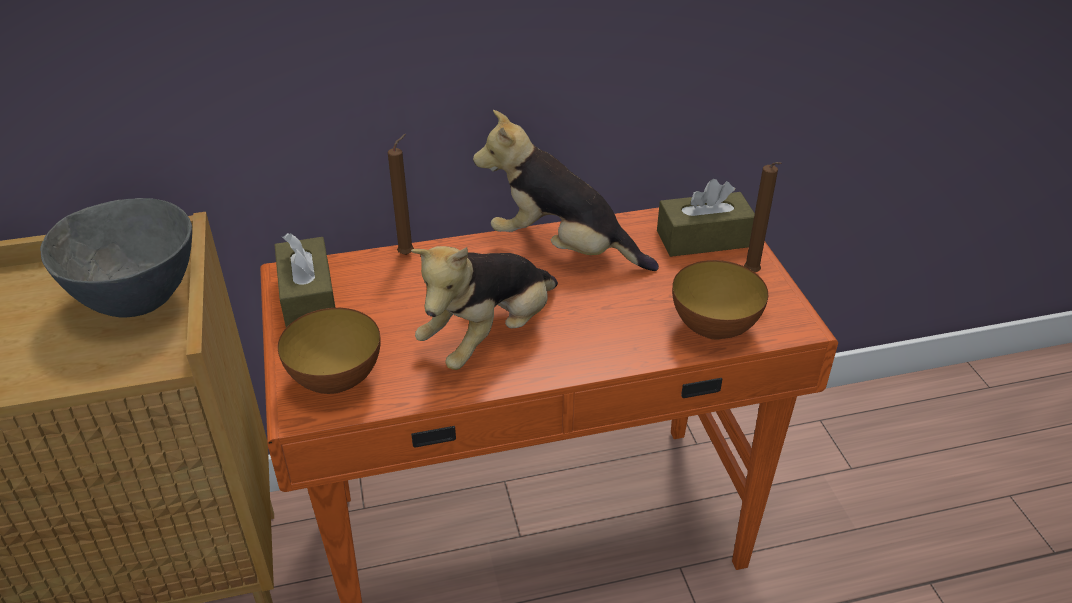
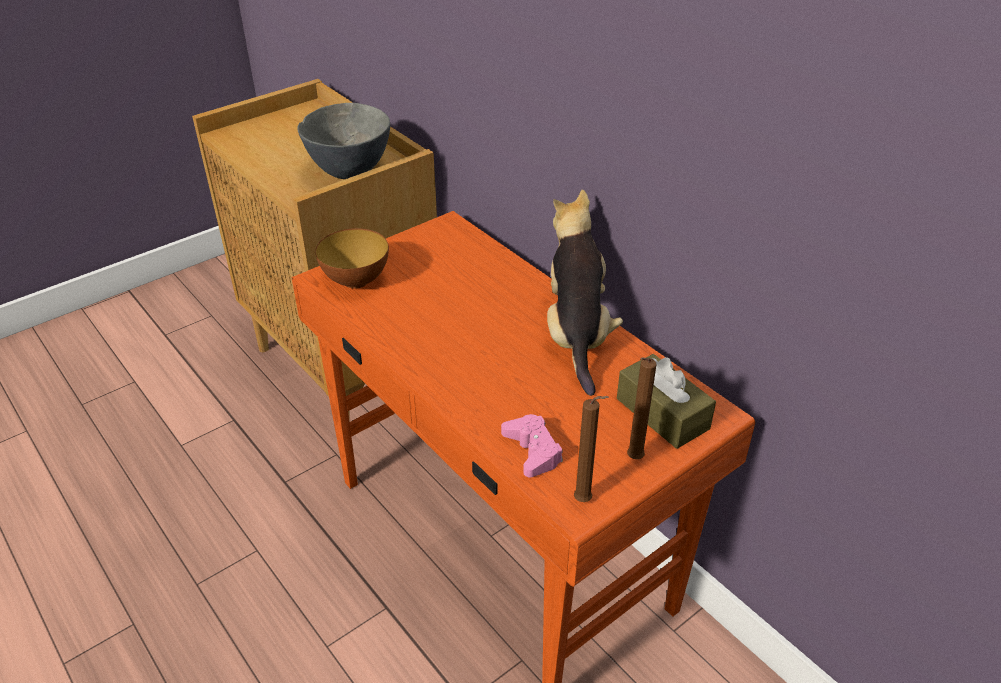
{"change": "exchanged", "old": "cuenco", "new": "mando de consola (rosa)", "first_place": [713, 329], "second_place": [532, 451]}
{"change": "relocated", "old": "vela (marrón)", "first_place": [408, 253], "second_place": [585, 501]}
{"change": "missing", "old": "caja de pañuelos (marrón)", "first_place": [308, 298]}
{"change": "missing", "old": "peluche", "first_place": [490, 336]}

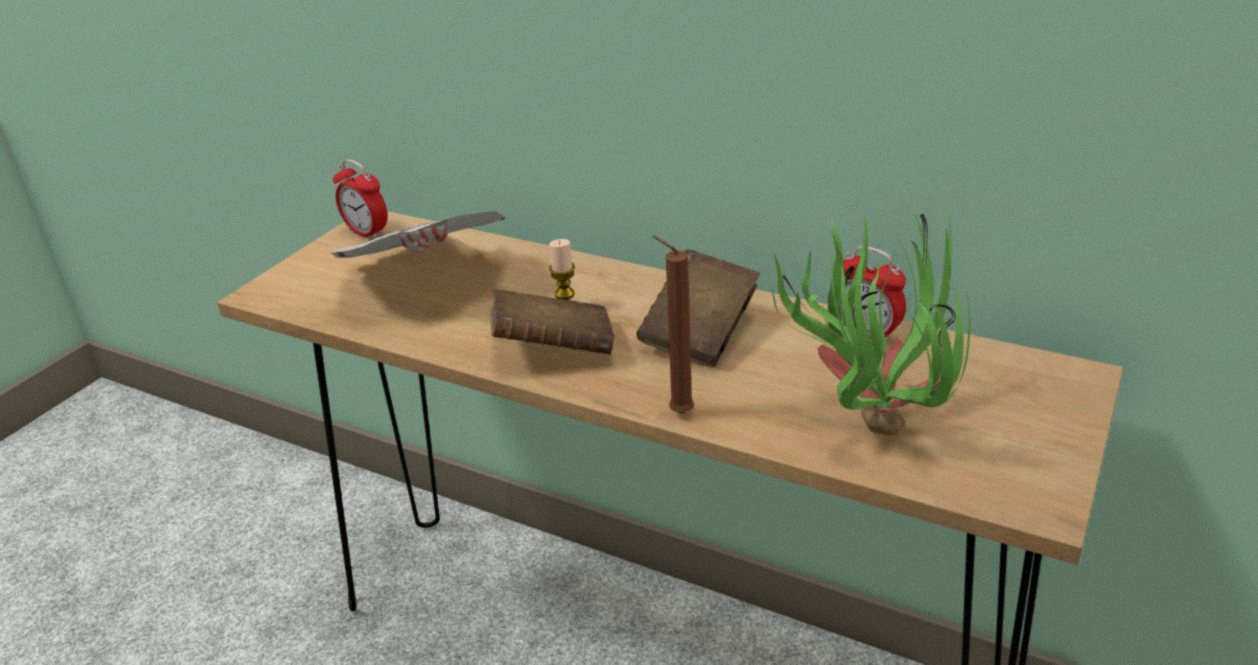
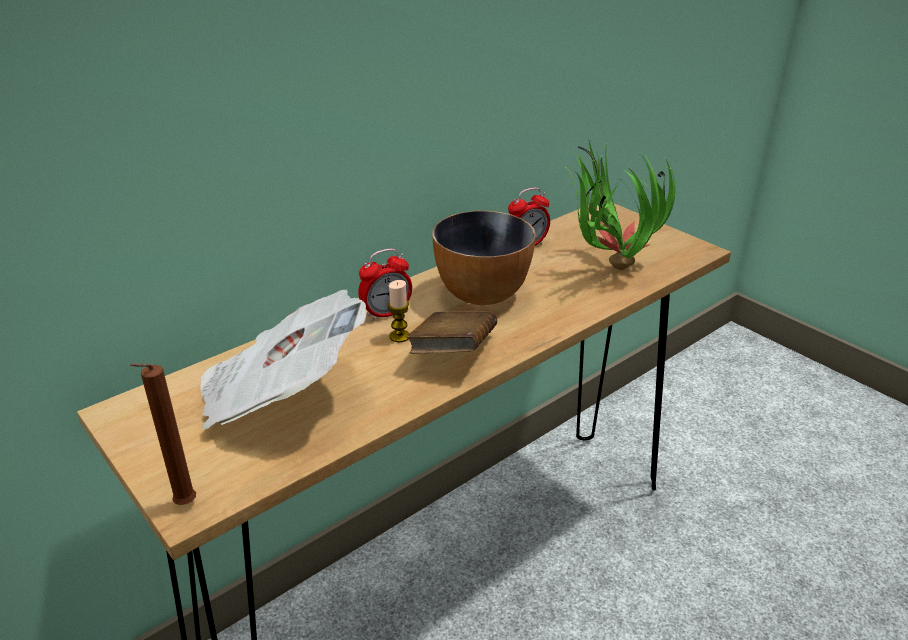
{"change": "relocated", "old": "vela (marrón)", "first_place": [677, 413], "second_place": [183, 506]}
{"change": "relocated", "old": "despertador", "first_place": [367, 233], "second_place": [386, 313]}
{"change": "exchanged", "old": "libro (marrón)", "new": "cuenco", "first_place": [700, 334], "second_place": [481, 294]}

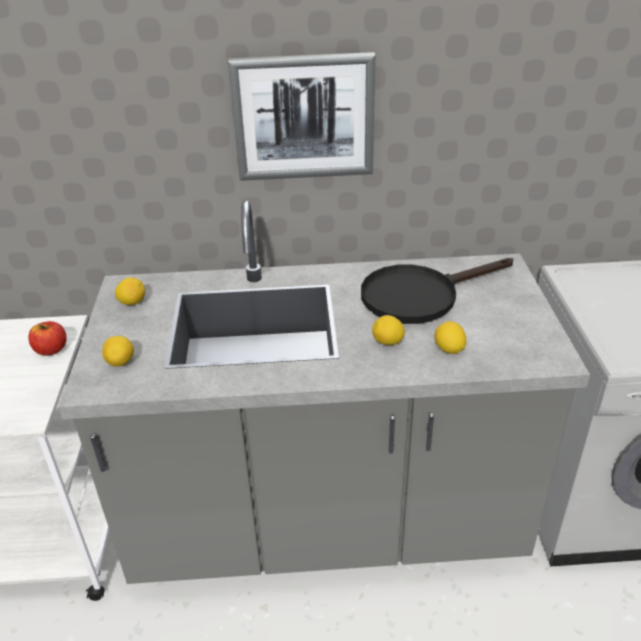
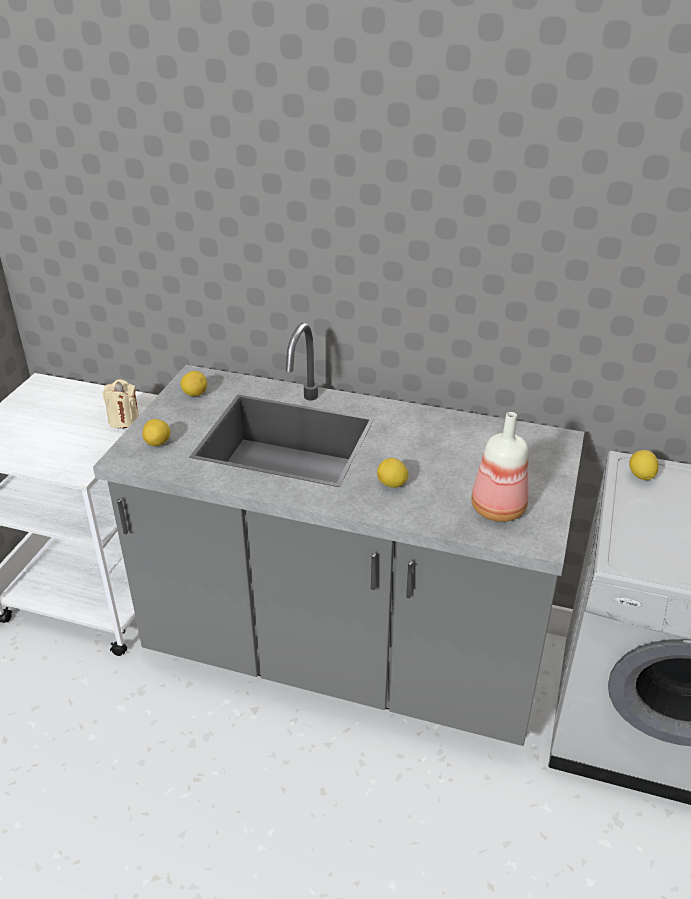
{"change": "exchanged", "old": "manzana", "new": "vela (beis)", "first_place": [51, 350], "second_place": [124, 420]}
{"change": "appeared", "new": "botella", "second_place": [496, 509]}
{"change": "relocated", "old": "limón", "first_place": [449, 350], "second_place": [641, 476]}
{"change": "missing", "old": "cuadro", "first_place": [303, 117]}
{"change": "missing", "old": "sartén (negro)", "first_place": [420, 295]}

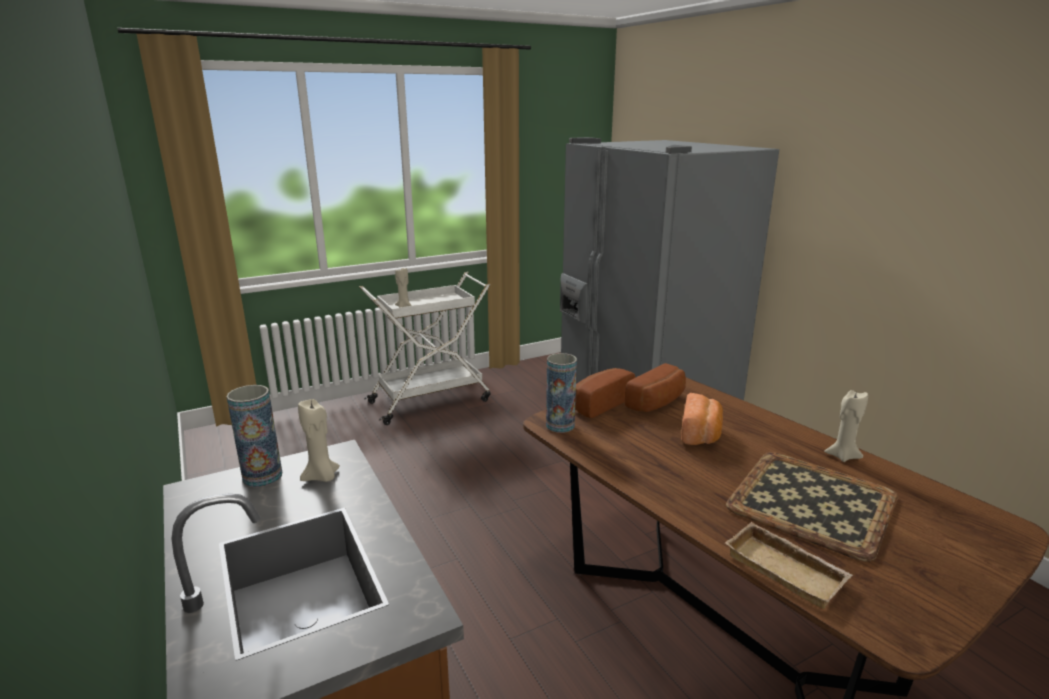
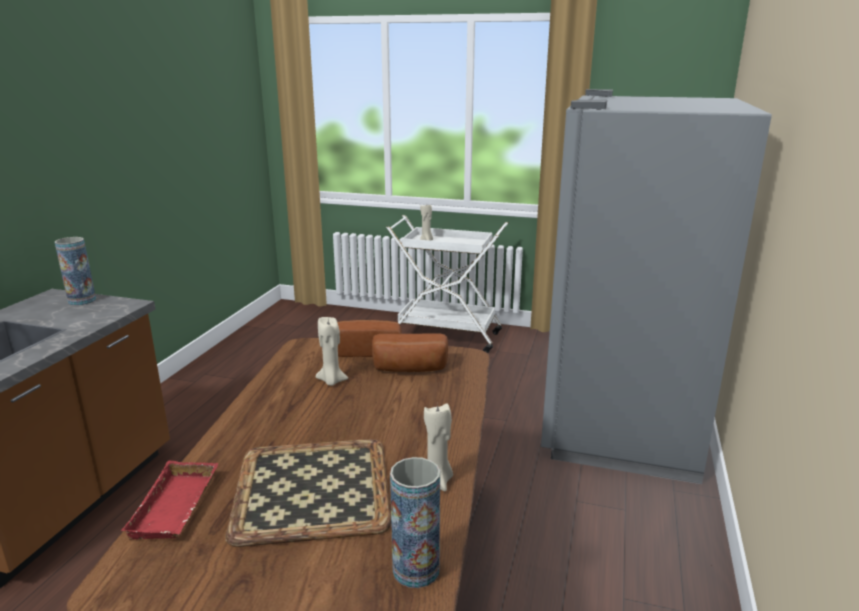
{"change": "colour", "old": "bandeja (beis)", "new": "bandeja (rojo)", "first_place": [787, 569], "second_place": [177, 507]}
{"change": "relocated", "old": "vela (beis)", "first_place": [322, 477], "second_place": [331, 381]}
{"change": "relocated", "old": "florero", "first_place": [560, 425], "second_place": [416, 570]}
{"change": "missing", "old": "pan", "first_place": [701, 434]}

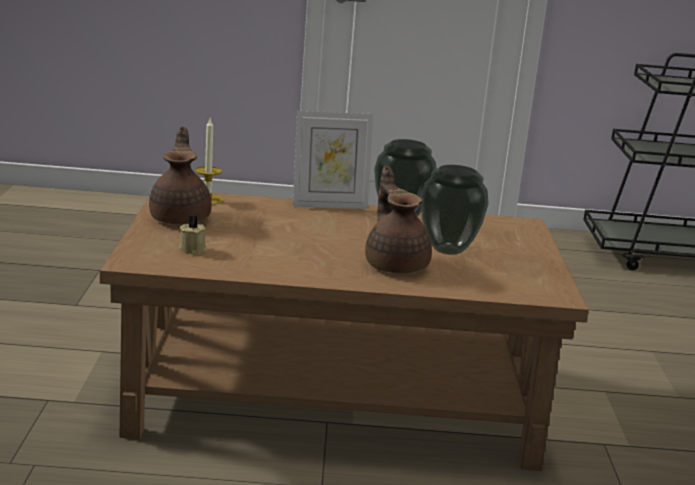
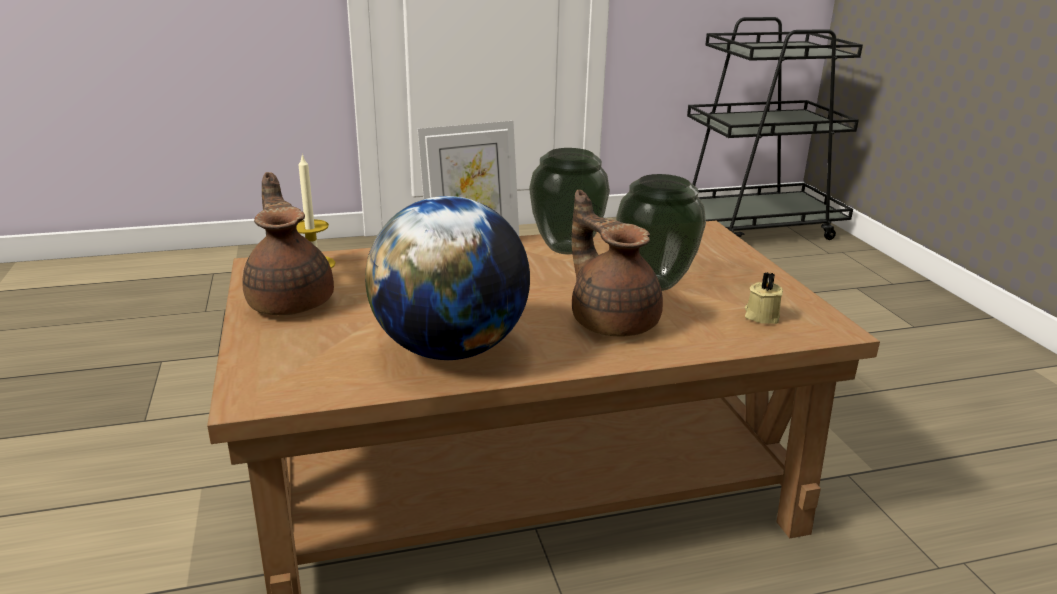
{"change": "appeared", "new": "globo terráqueo", "second_place": [450, 349]}
{"change": "relocated", "old": "vela (beis)", "first_place": [193, 249], "second_place": [761, 316]}

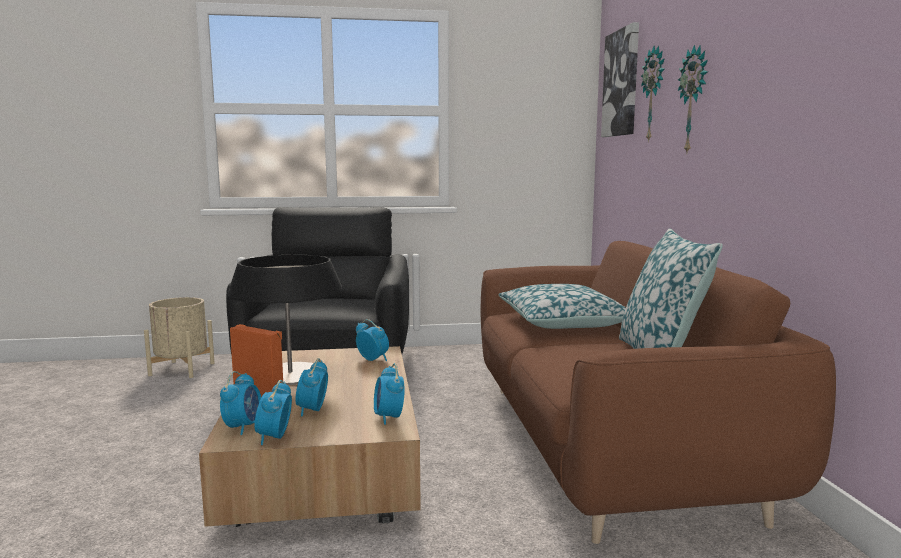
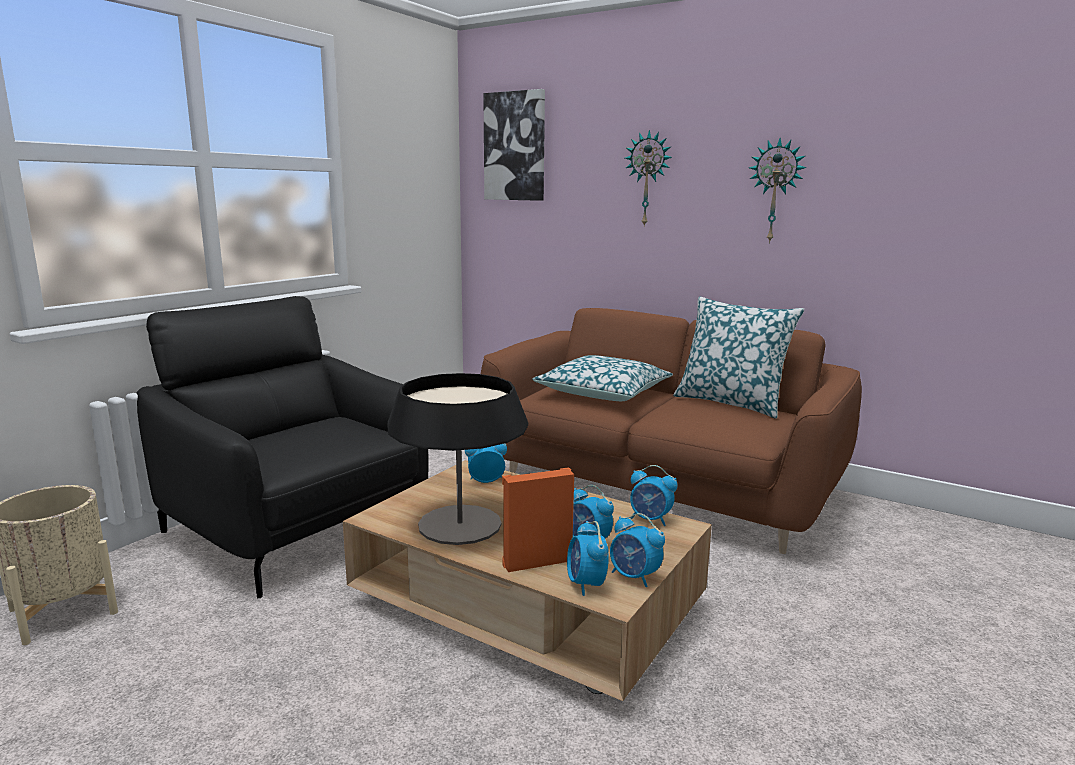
{"change": "spun", "old": "despertador", "first_place": [243, 427], "second_place": [586, 584], "degrees": -150}
{"change": "relocated", "old": "reloj de pared", "first_place": [655, 94], "second_place": [775, 191]}

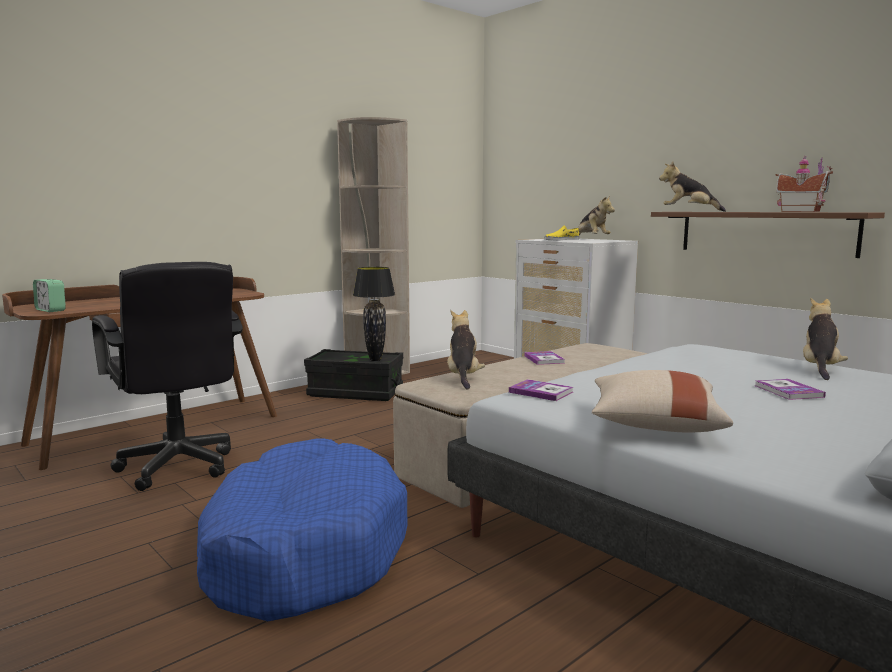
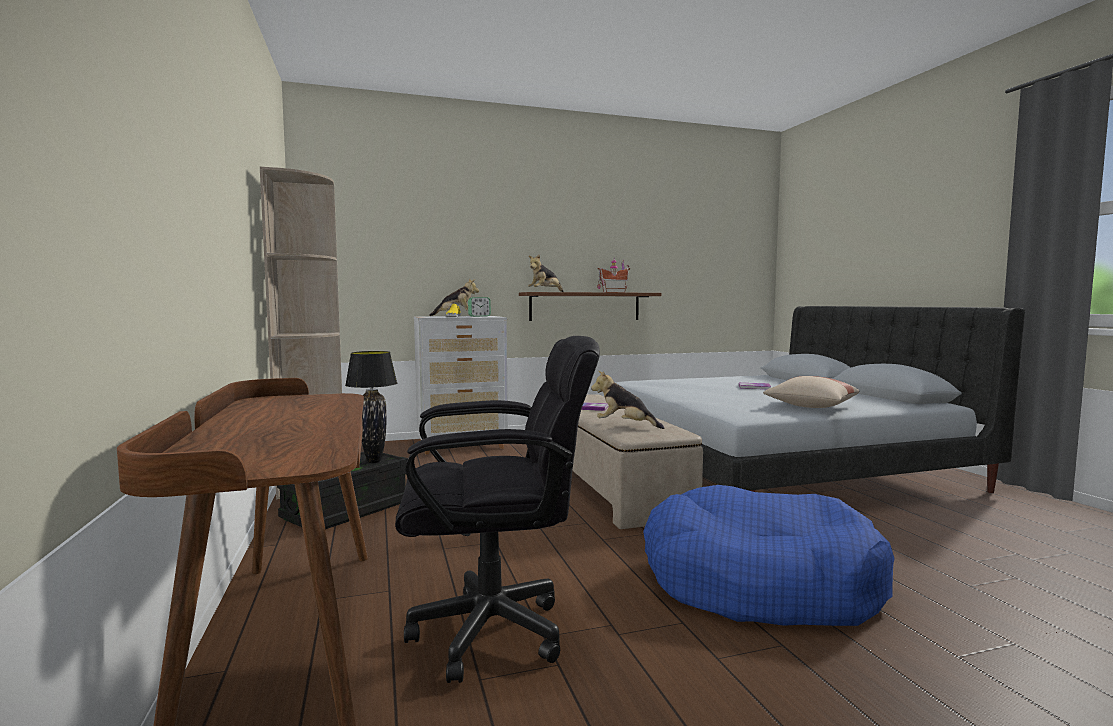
{"change": "relocated", "old": "despertador", "first_place": [51, 310], "second_place": [479, 316]}
{"change": "missing", "old": "libro", "first_place": [541, 392]}
{"change": "missing", "old": "peluche", "first_place": [819, 369]}

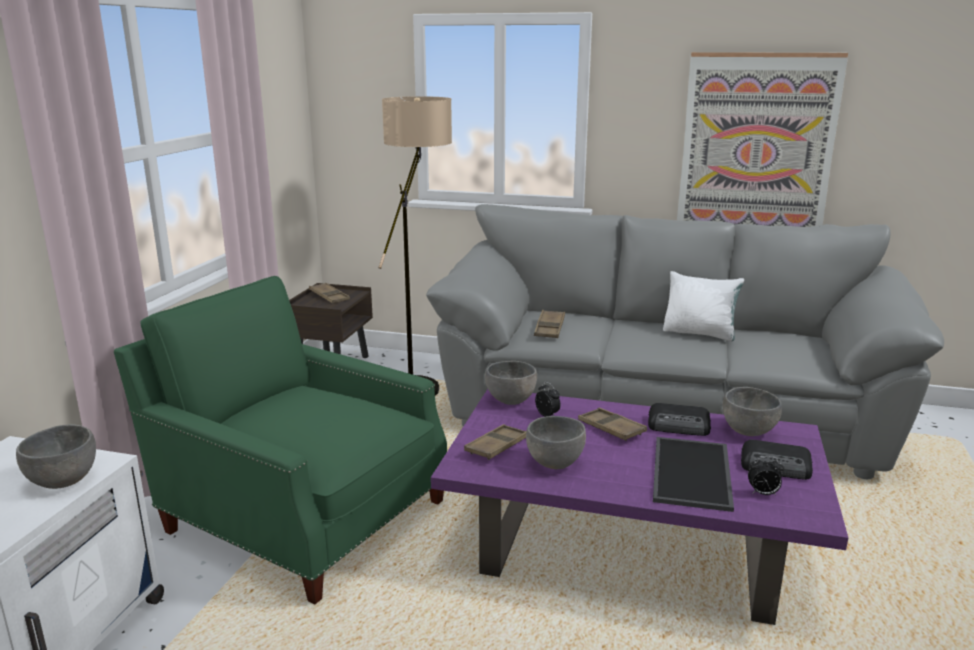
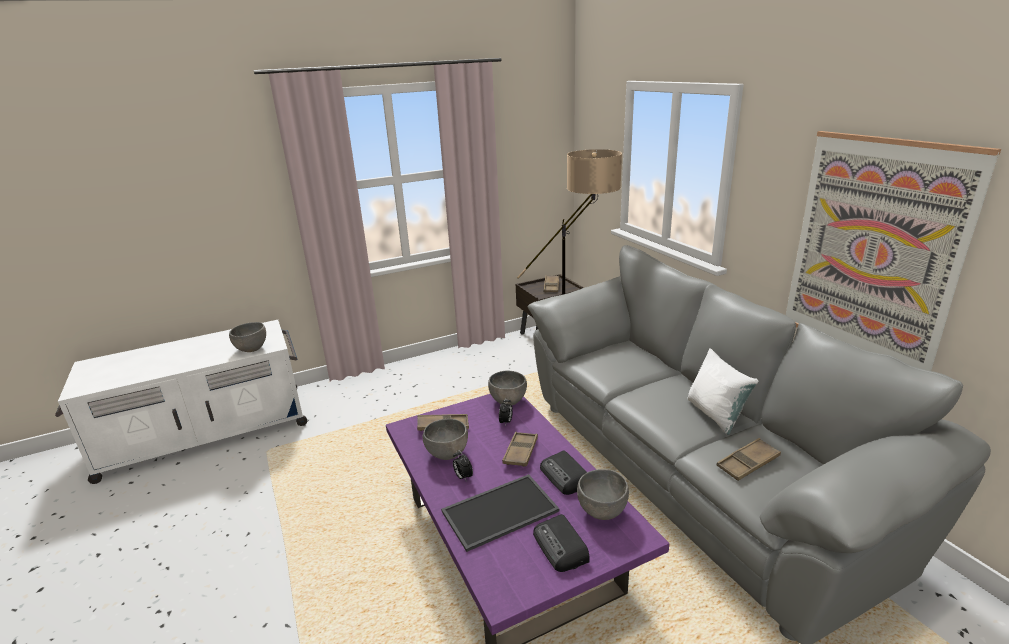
{"change": "relocated", "old": "despertador", "first_place": [763, 493], "second_place": [463, 477]}
{"change": "relocated", "old": "bandeja (marrón)", "first_place": [549, 328], "second_place": [748, 463]}
{"change": "missing", "old": "sillón (verde)", "first_place": [302, 513]}

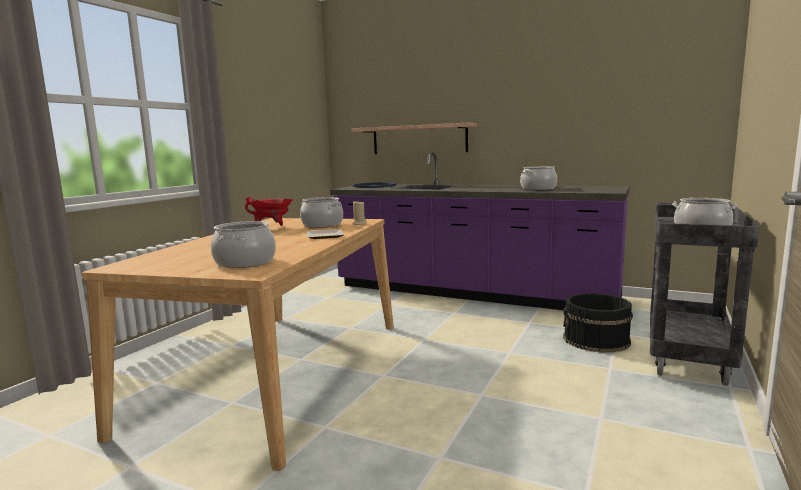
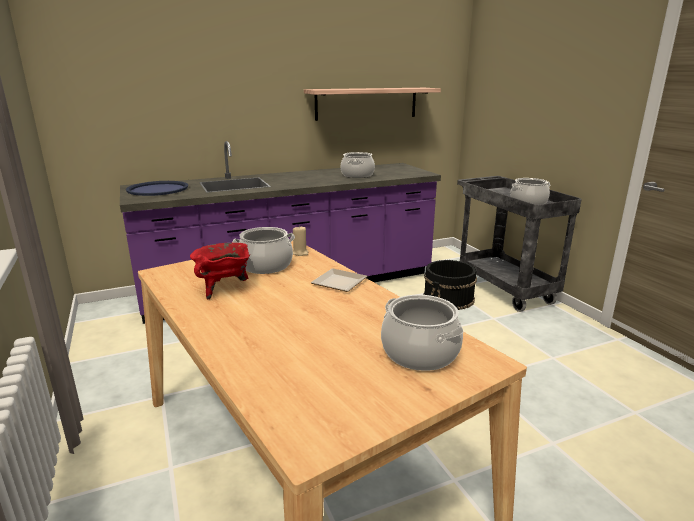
{"change": "relocated", "old": "estante", "first_place": [419, 139], "second_place": [366, 103]}

